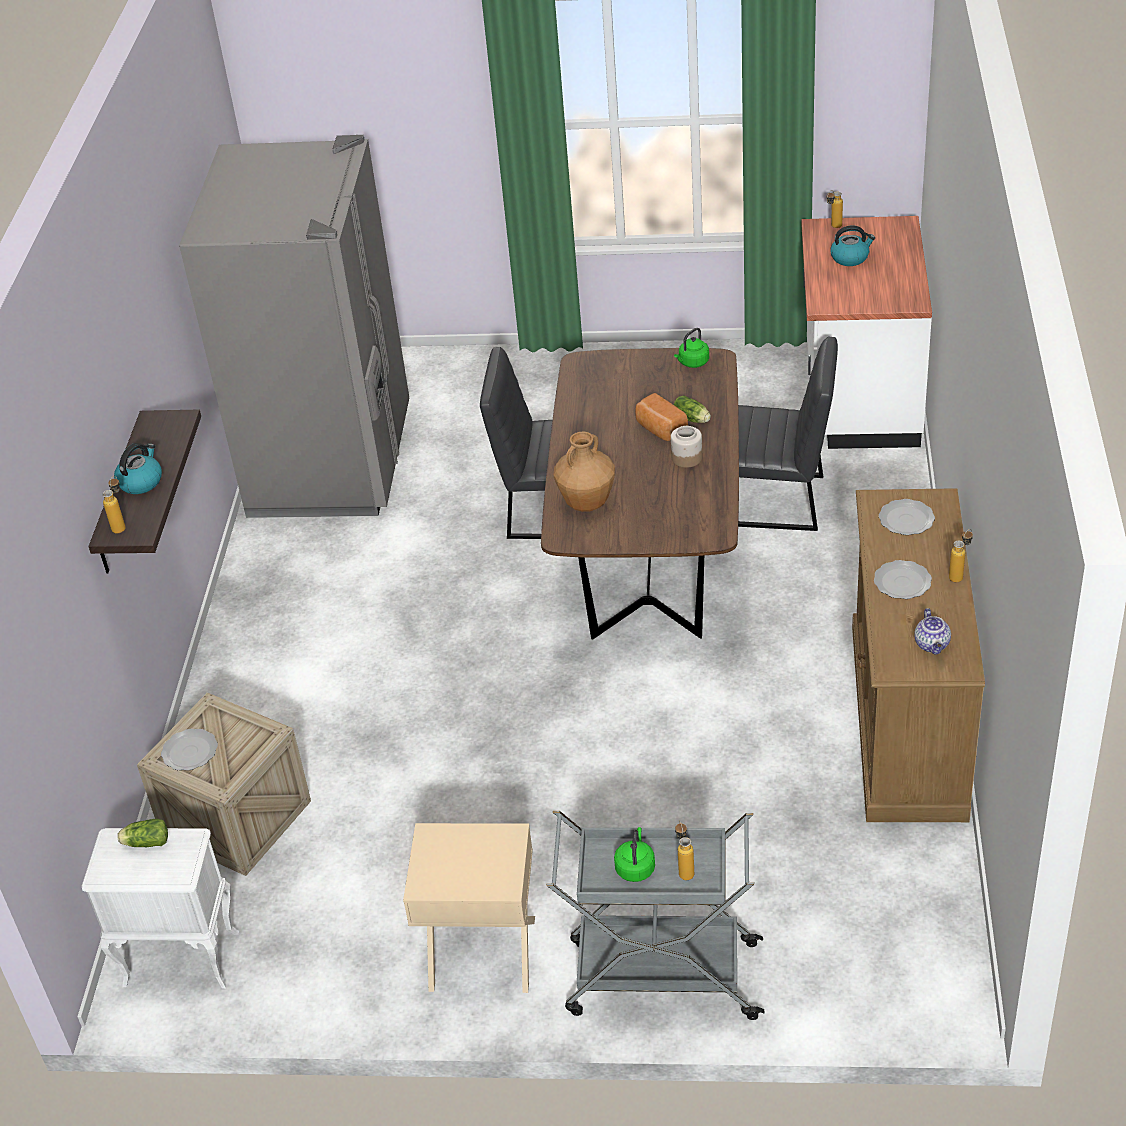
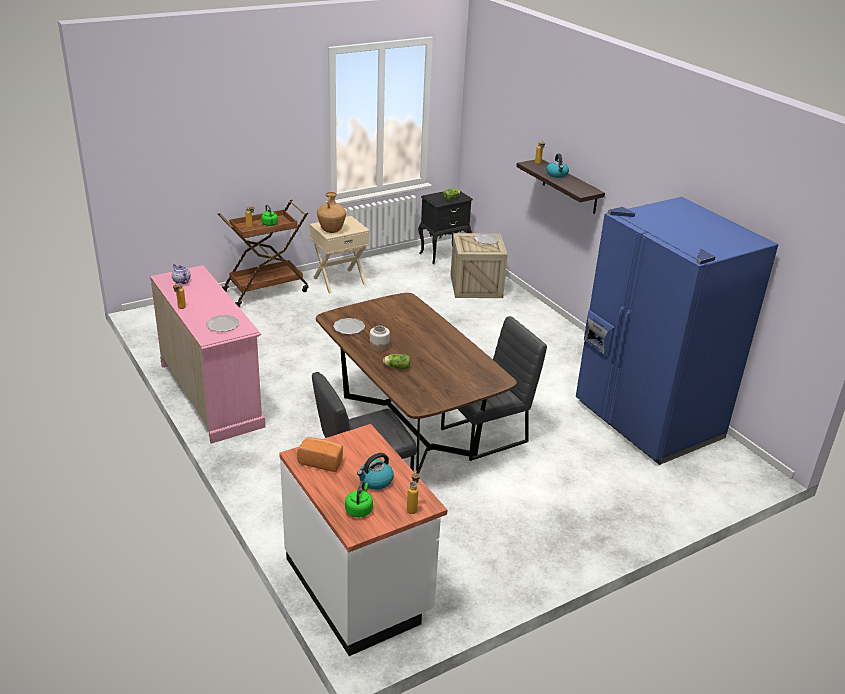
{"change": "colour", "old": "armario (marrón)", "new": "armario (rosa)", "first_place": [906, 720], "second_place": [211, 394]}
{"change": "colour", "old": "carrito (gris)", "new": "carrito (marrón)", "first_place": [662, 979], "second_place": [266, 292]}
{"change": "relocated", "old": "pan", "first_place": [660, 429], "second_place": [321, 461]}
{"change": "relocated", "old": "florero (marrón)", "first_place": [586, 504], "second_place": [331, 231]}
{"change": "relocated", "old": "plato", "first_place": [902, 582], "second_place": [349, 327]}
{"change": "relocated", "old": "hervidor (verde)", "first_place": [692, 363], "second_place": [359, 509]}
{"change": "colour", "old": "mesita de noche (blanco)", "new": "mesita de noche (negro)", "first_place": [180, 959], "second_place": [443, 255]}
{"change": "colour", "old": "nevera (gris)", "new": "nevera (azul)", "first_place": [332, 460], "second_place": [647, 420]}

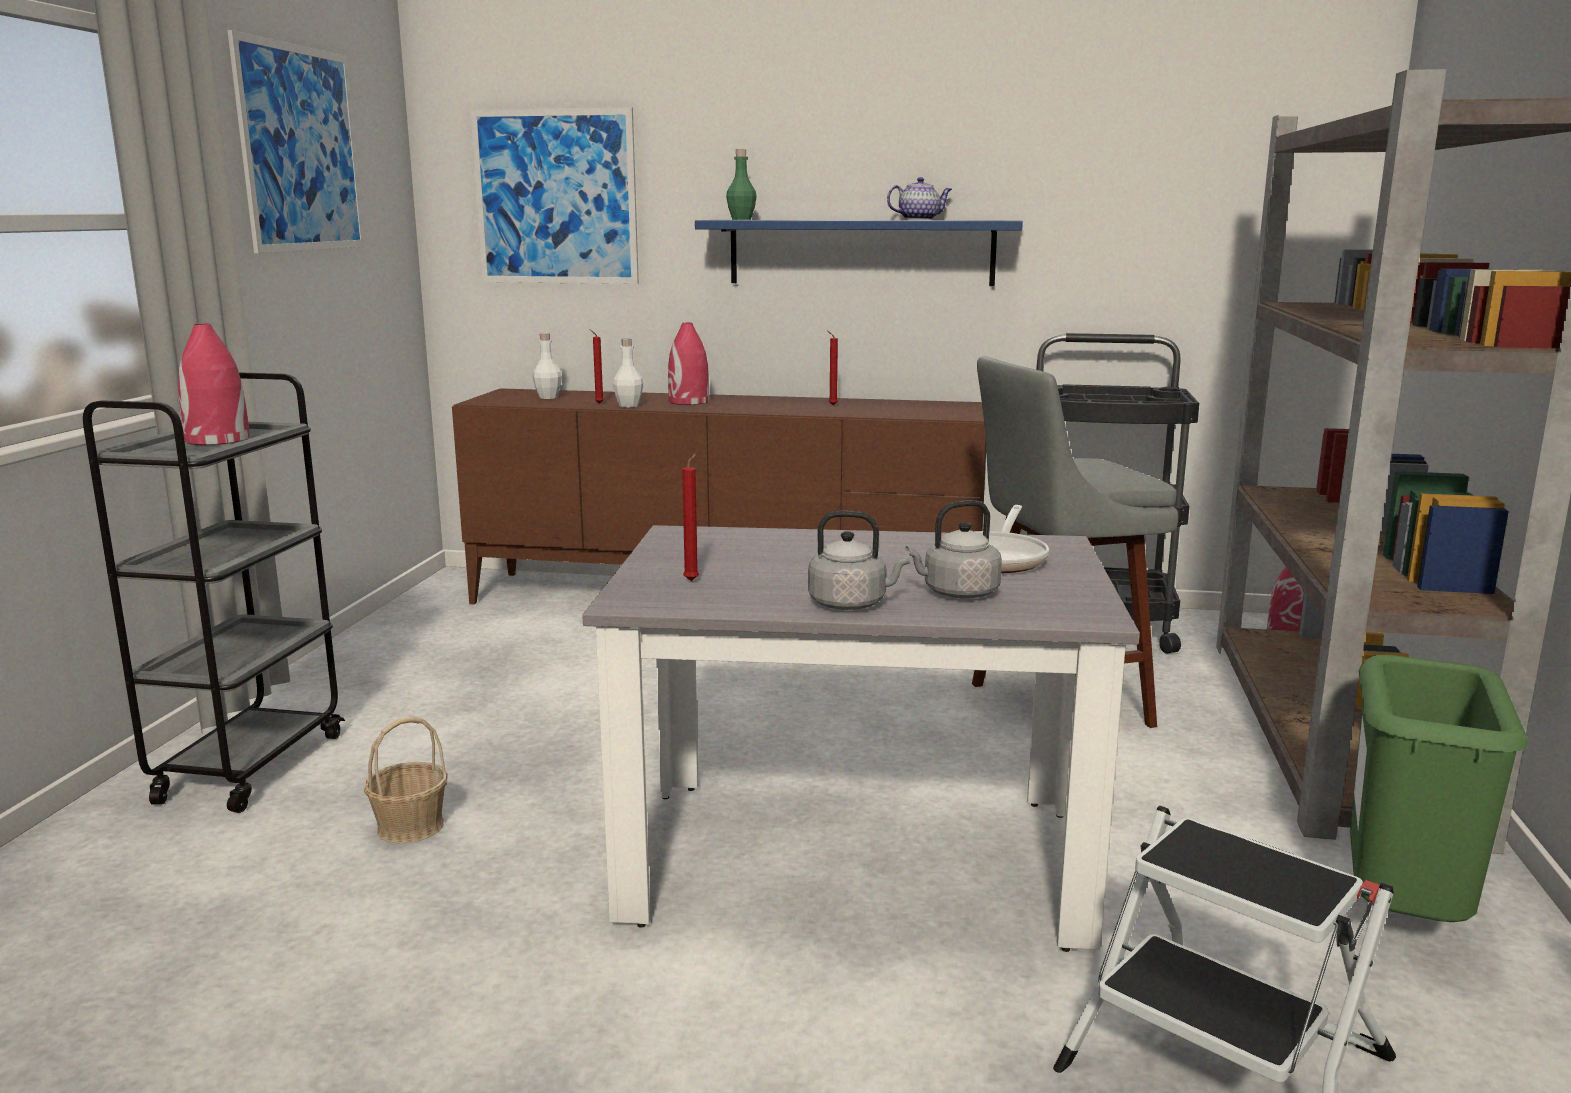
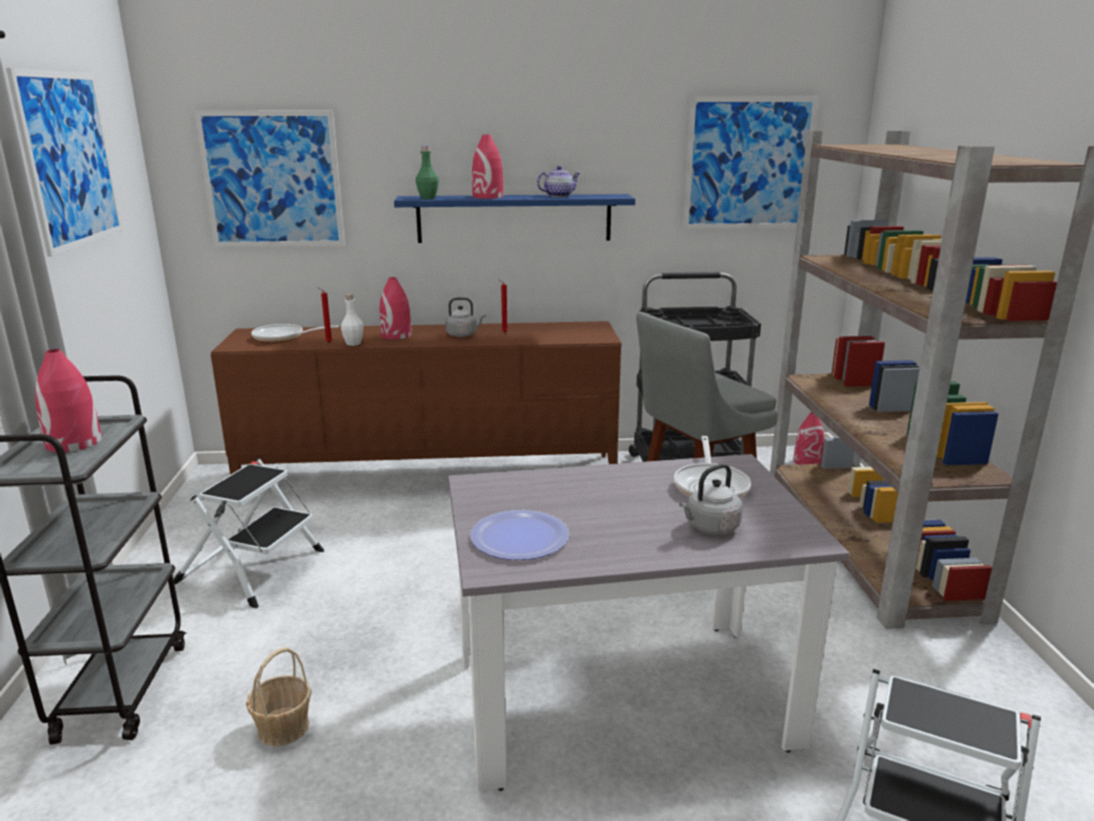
{"change": "appeared", "new": "escalera de tijera", "second_place": [251, 568]}
{"change": "exchanged", "old": "botella (blanco)", "new": "sartén", "first_place": [548, 397], "second_place": [283, 337]}
{"change": "relocated", "old": "hervidor (gris)", "first_place": [852, 604], "second_place": [463, 335]}
{"change": "exchanged", "old": "vela (rojo)", "new": "plato", "first_place": [693, 580], "second_place": [520, 537]}
{"change": "appeared", "new": "florero (rojo)", "second_place": [488, 197]}
{"change": "appeared", "new": "cuadro", "second_place": [748, 164]}
{"change": "missing", "old": "papelera (verde)", "first_place": [1399, 919]}

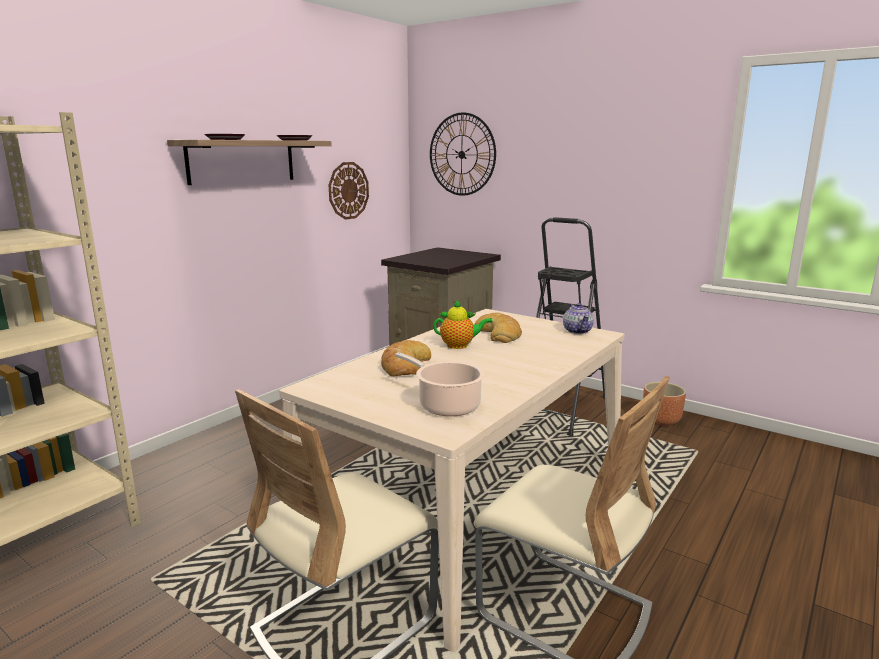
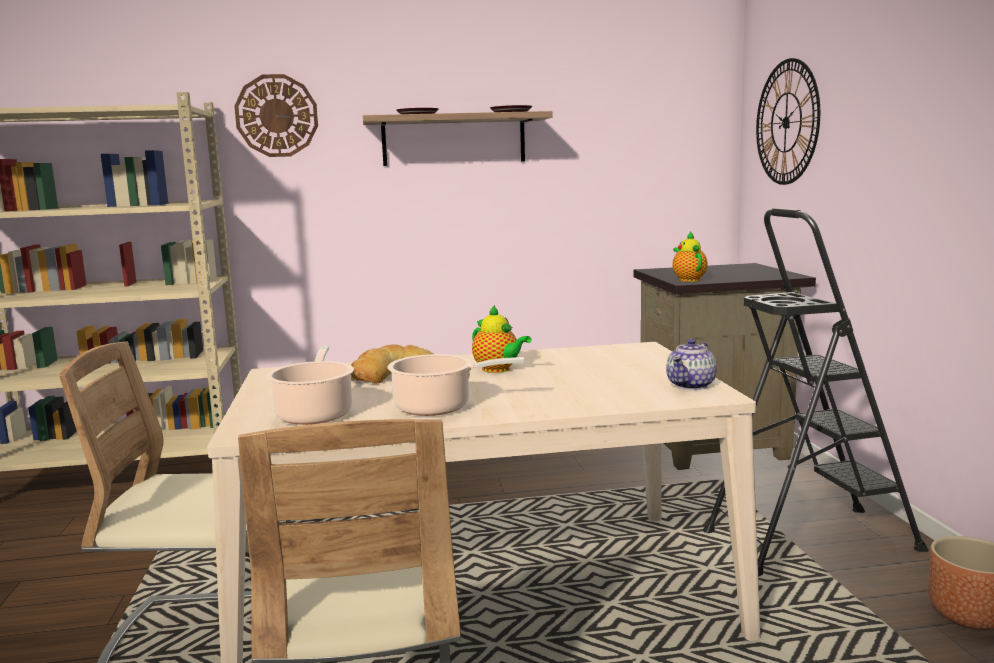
{"change": "relocated", "old": "reloj de pared", "first_place": [348, 190], "second_place": [276, 116]}
{"change": "appeared", "new": "olla", "second_place": [438, 407]}
{"change": "appeared", "new": "tetera", "second_place": [688, 279]}
{"change": "missing", "old": "pan", "first_place": [499, 334]}

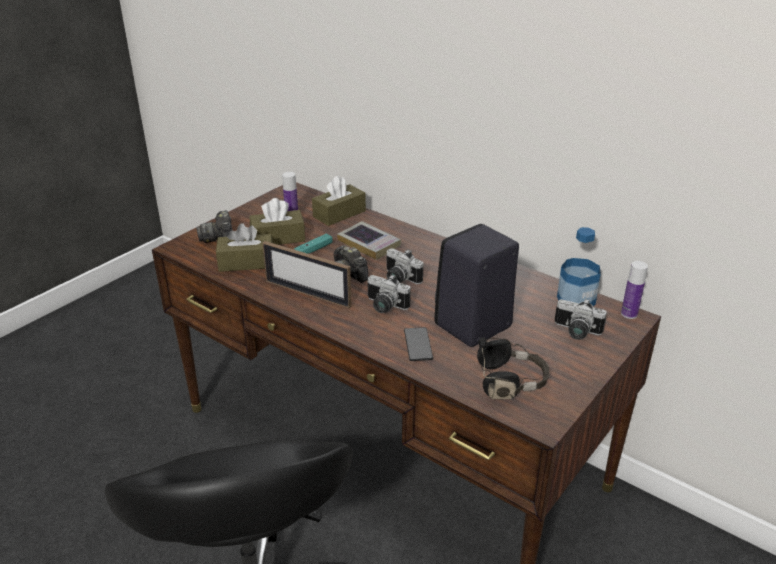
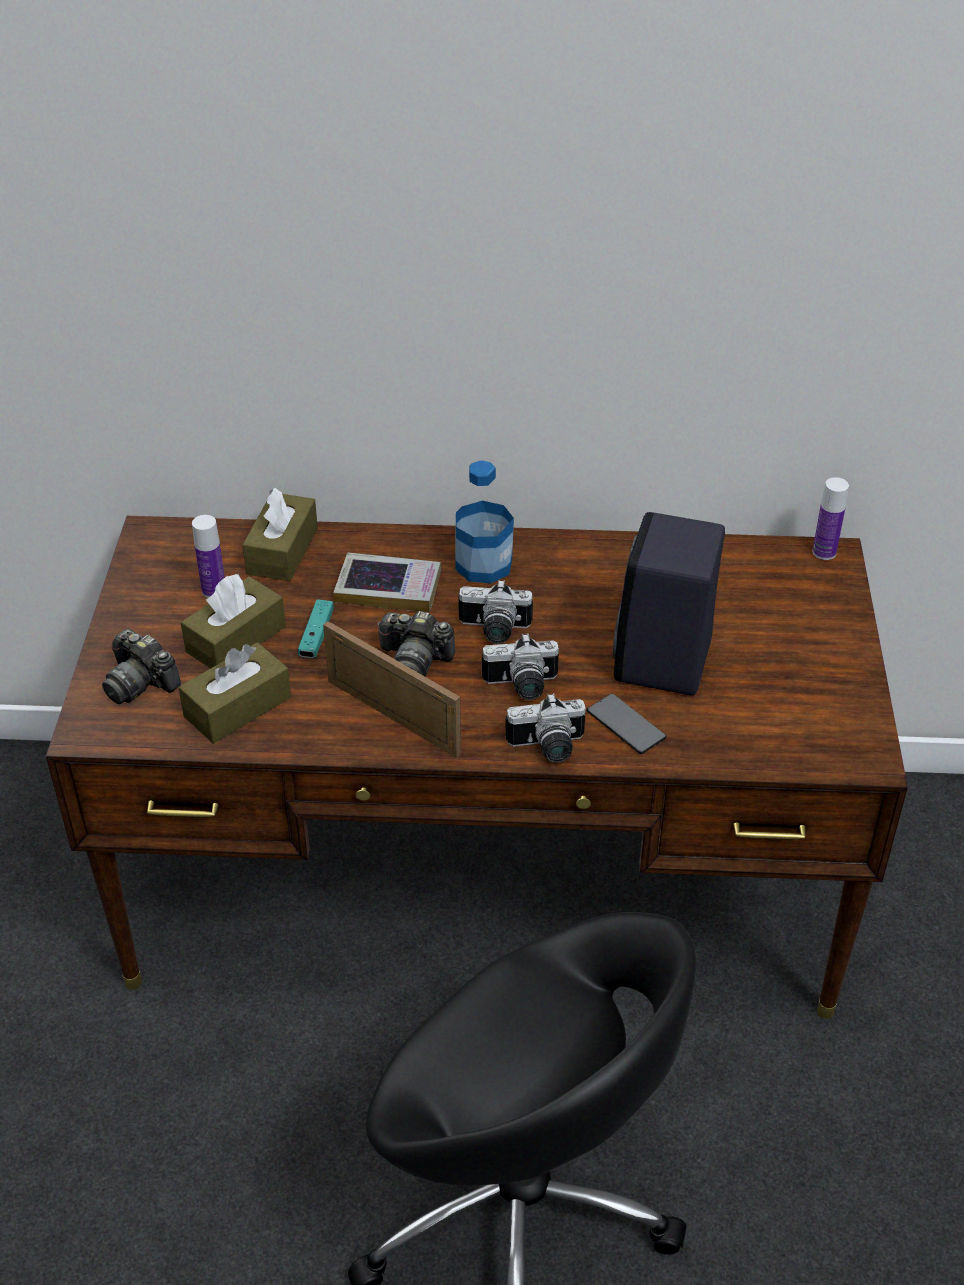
{"change": "spun", "old": "portarretratos", "first_place": [307, 293], "second_place": [393, 717], "degrees": -135}
{"change": "relocated", "old": "botella", "first_place": [576, 300], "second_place": [483, 564]}
{"change": "relocated", "old": "cámara", "first_place": [576, 332], "second_place": [548, 748]}
{"change": "missing", "old": "auriculares (negro)", "first_place": [510, 382]}

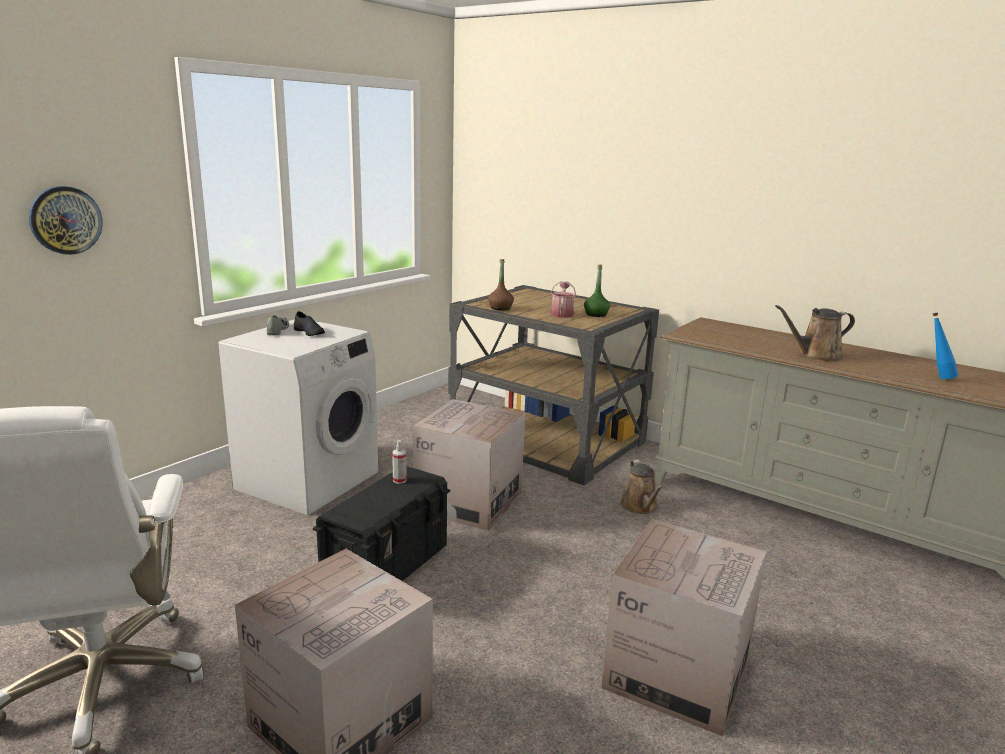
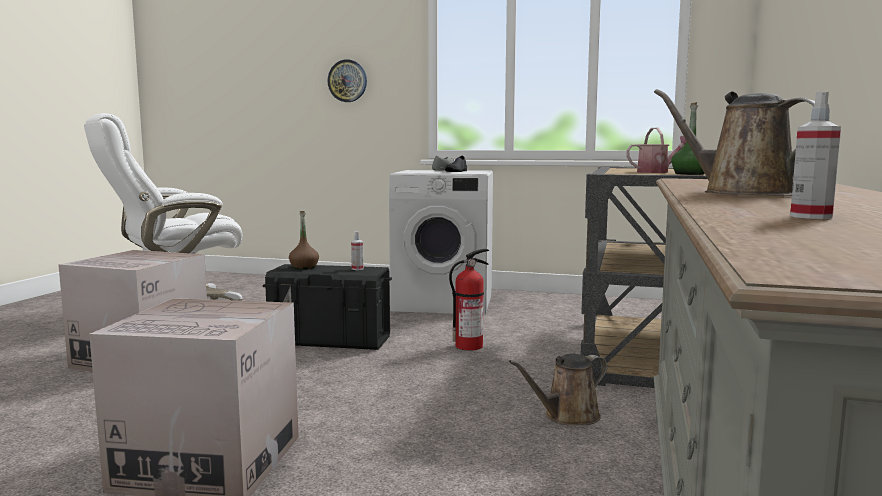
{"change": "relocated", "old": "botella (marrón)", "first_place": [500, 308], "second_place": [304, 267]}
{"change": "exchanged", "old": "caja de cartón", "new": "extintor", "first_place": [468, 502], "second_place": [469, 346]}
{"change": "exchanged", "old": "botella (azul)", "new": "pulverizador", "first_place": [937, 377], "second_place": [811, 216]}

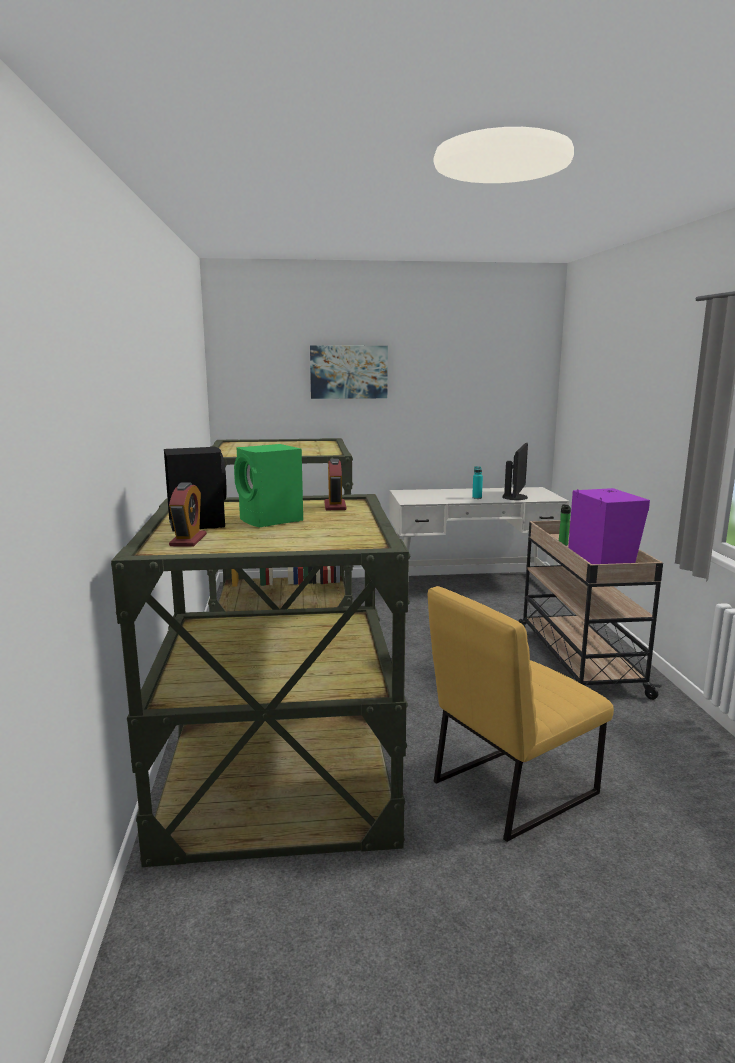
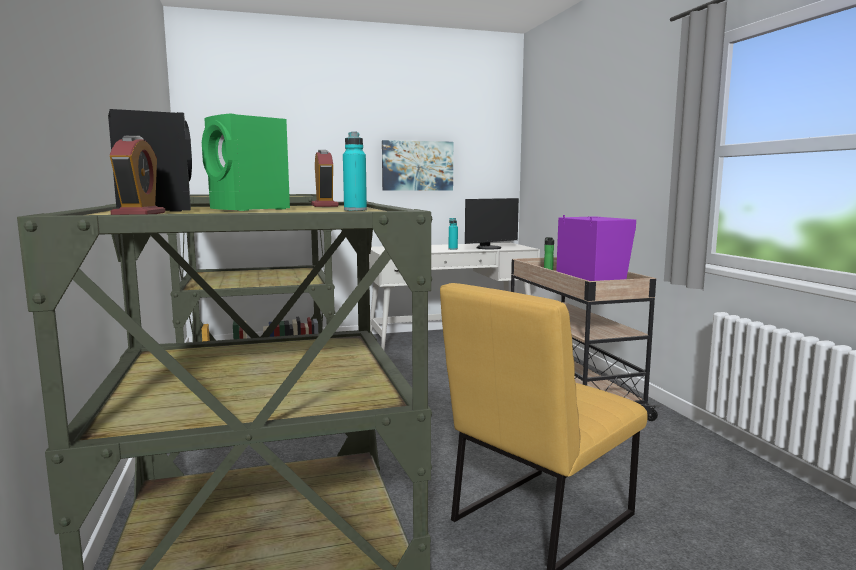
{"change": "appeared", "new": "botella (turquesa)", "second_place": [355, 210]}
{"change": "relocated", "old": "cuadro", "first_place": [348, 372], "second_place": [417, 166]}
{"change": "spun", "old": "monitor", "first_place": [516, 497], "second_place": [489, 248], "degrees": 45}

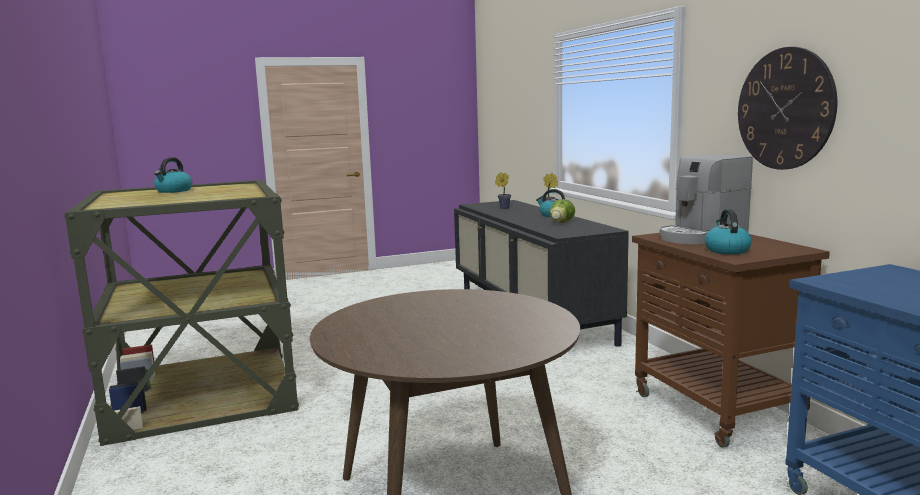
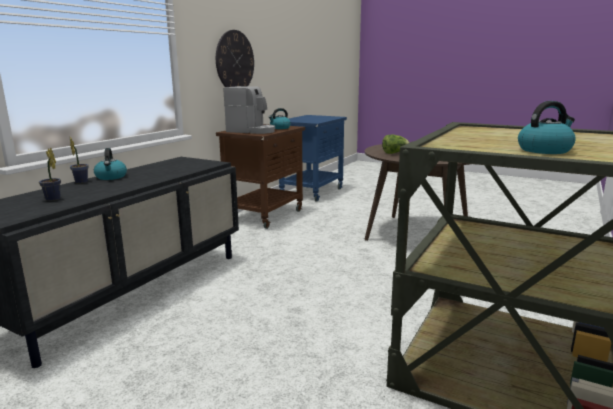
{"change": "relocated", "old": "lechuga", "first_place": [561, 223], "second_place": [394, 153]}

